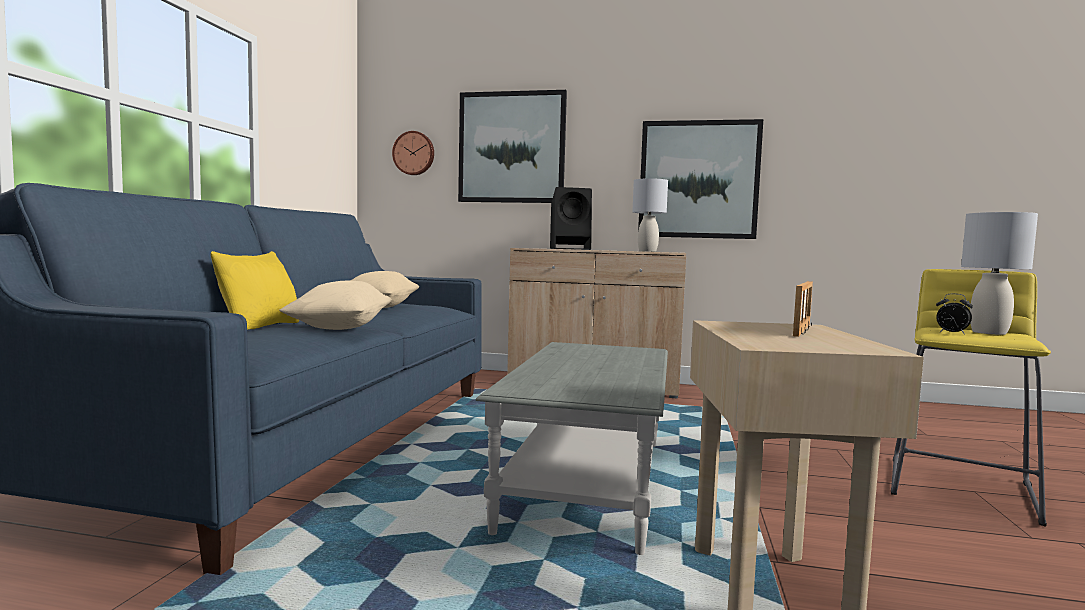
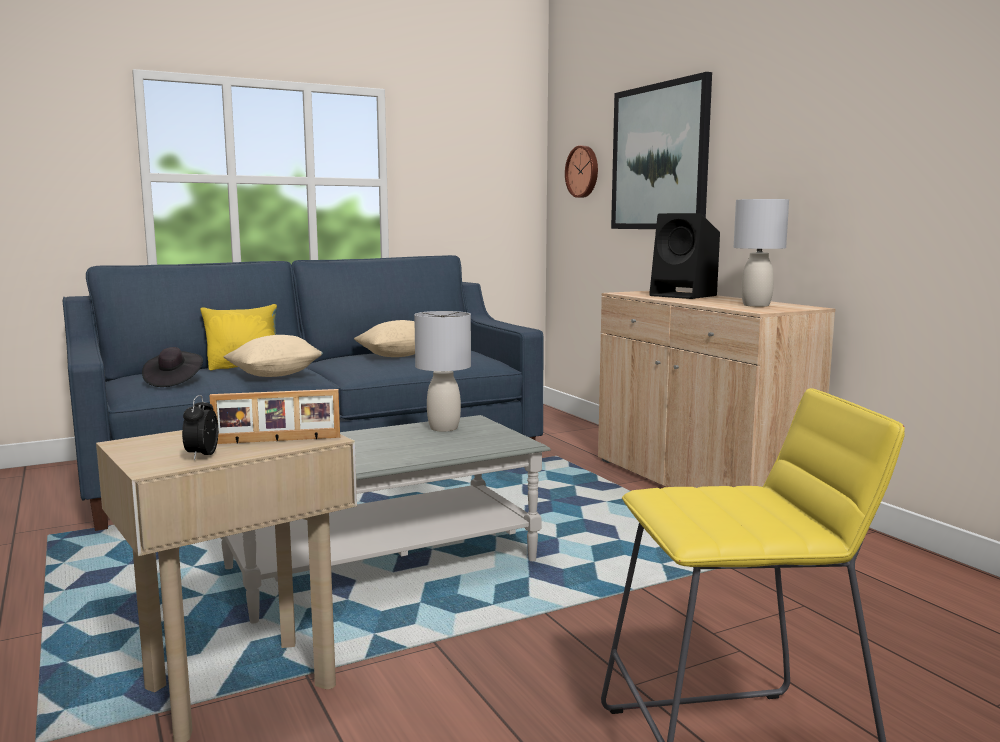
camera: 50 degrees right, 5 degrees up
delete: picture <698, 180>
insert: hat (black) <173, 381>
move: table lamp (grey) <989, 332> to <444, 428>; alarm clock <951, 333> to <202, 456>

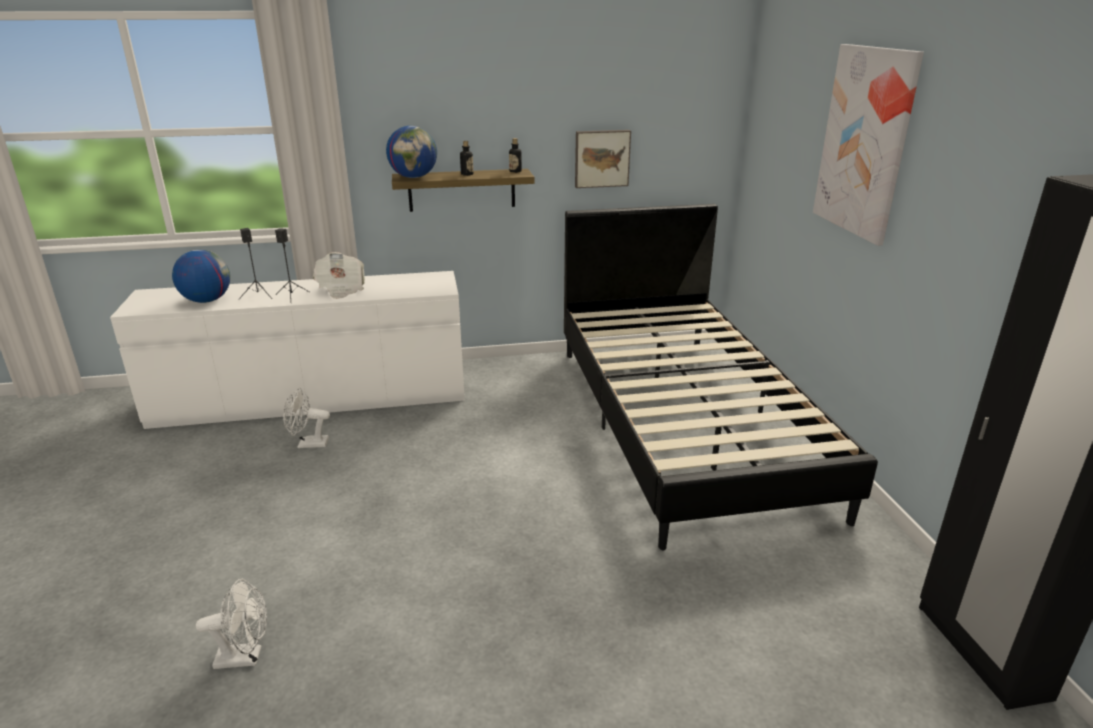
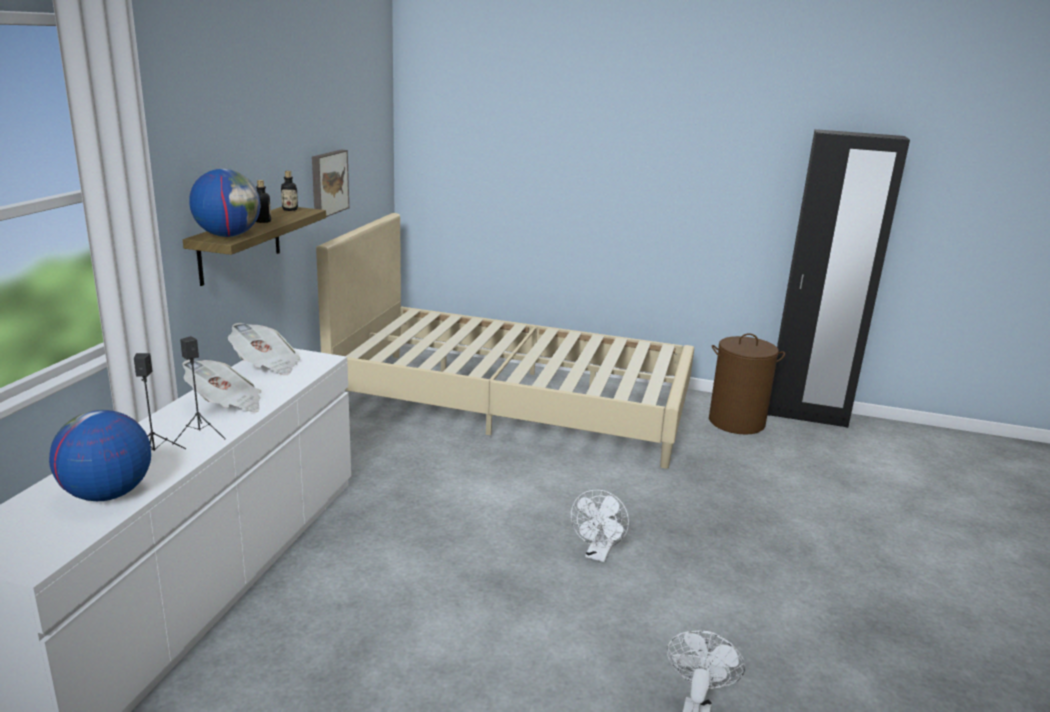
camera: 65 degrees left, 5 degrees down
delete: picture <865, 142>
insert: newspaper <266, 366>; laundry basket (brown) <737, 422>
move: fan (white) <308, 444> to <598, 554>
recolor: bed (black) <683, 423> to bed (beige) <512, 404>

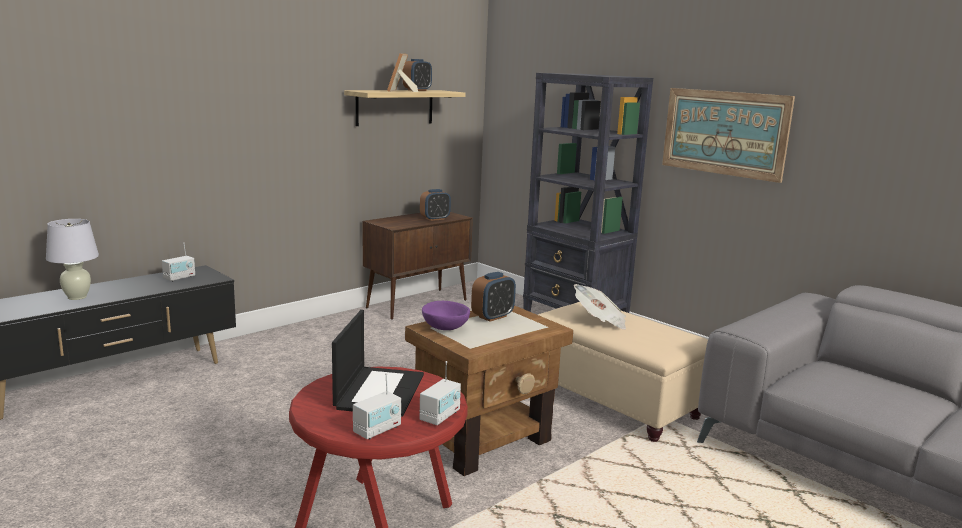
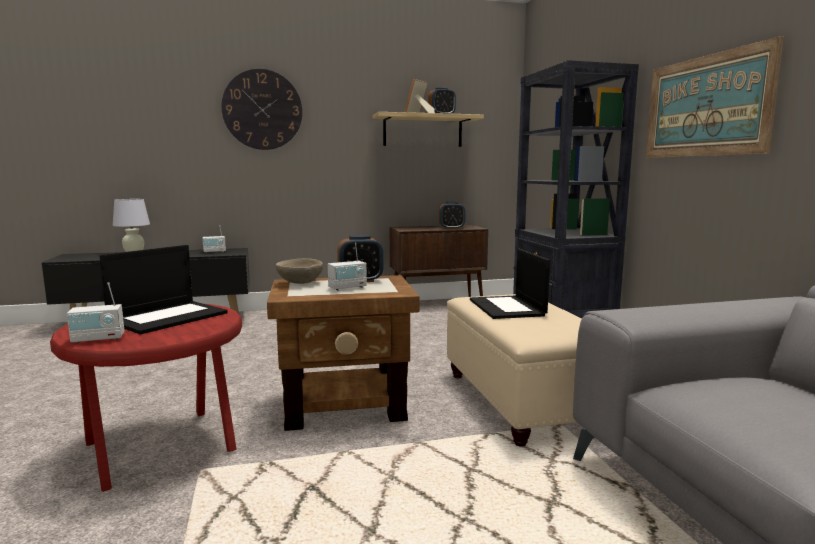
camera: 30 degrees right, 5 degrees down
insert: wall clock <262, 110>
move: radio <440, 416> to <347, 287>
replace: newspaper <600, 321> to laptop <507, 308>
recolor: bowl (purple) <445, 328> to bowl (beige) <299, 282>

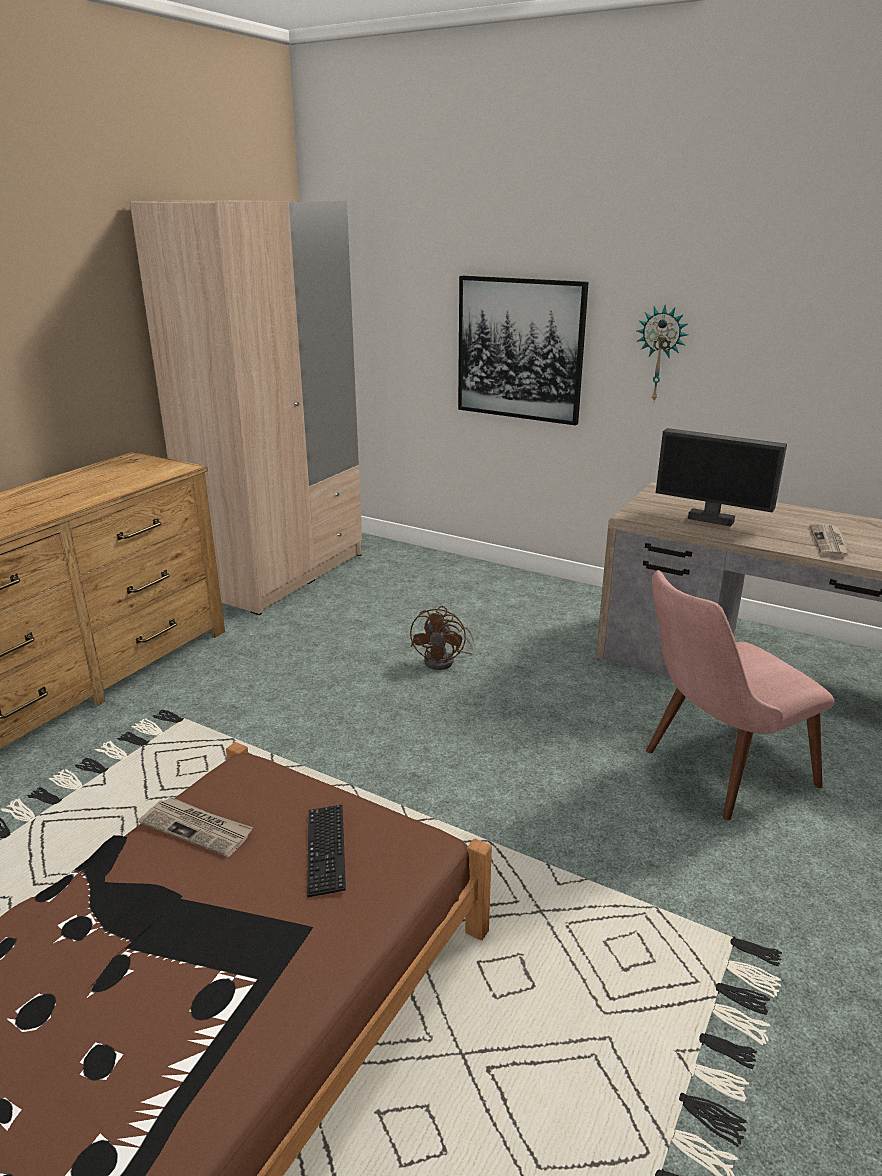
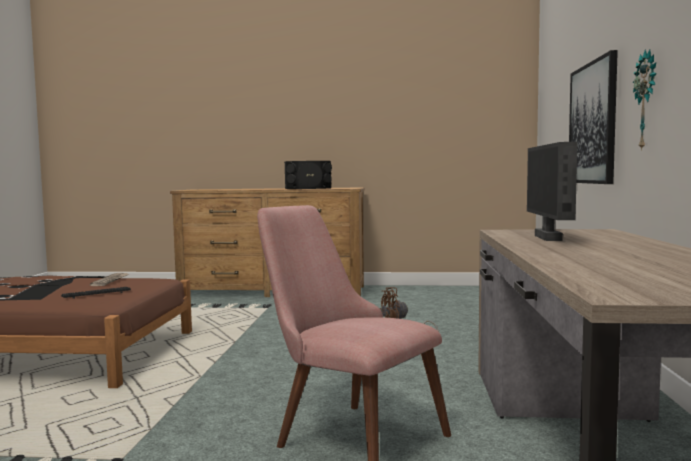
camera: 65 degrees right, 20 degrees down
delete: wardrobe (beige) <280, 573>; newspaper <829, 542>
insert: speaker (black) <308, 188>

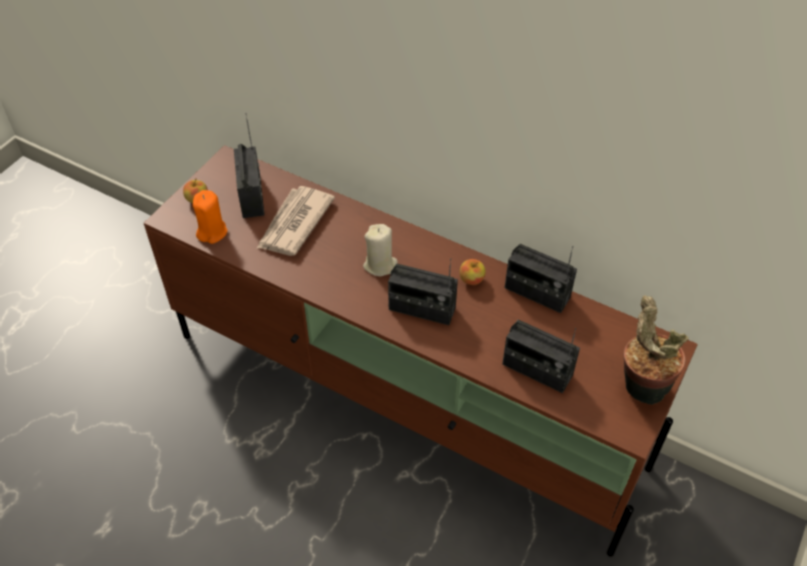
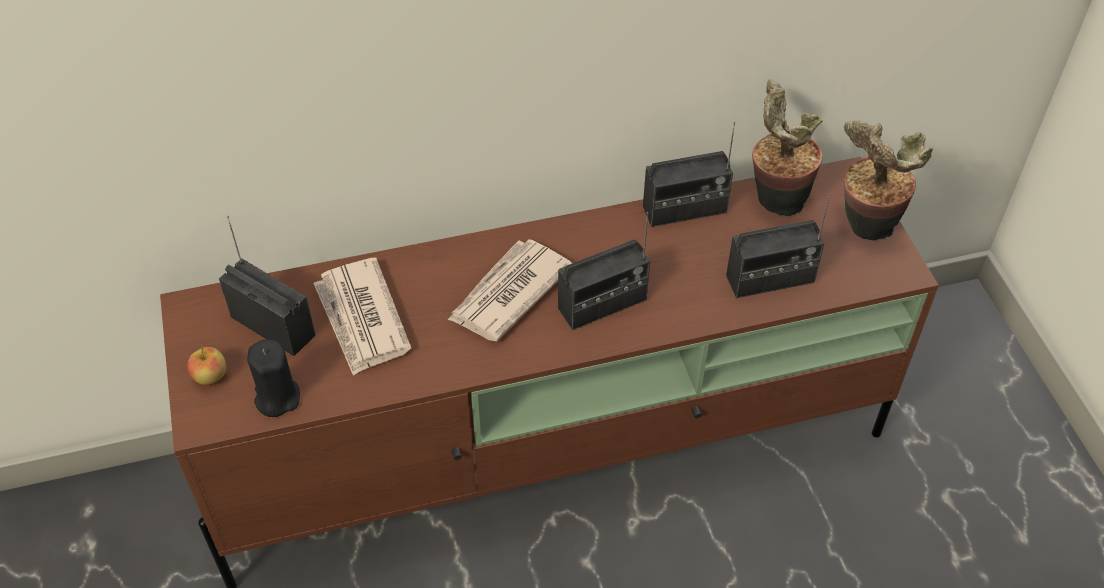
camera: 45 degrees left, 0 degrees up
delete: apple <471, 280>
insert: potted plant <774, 200>
replace: candle (beige) <380, 265> to newspaper <508, 293>
recolor: candle (orange) <212, 232> to candle (black) <277, 397>

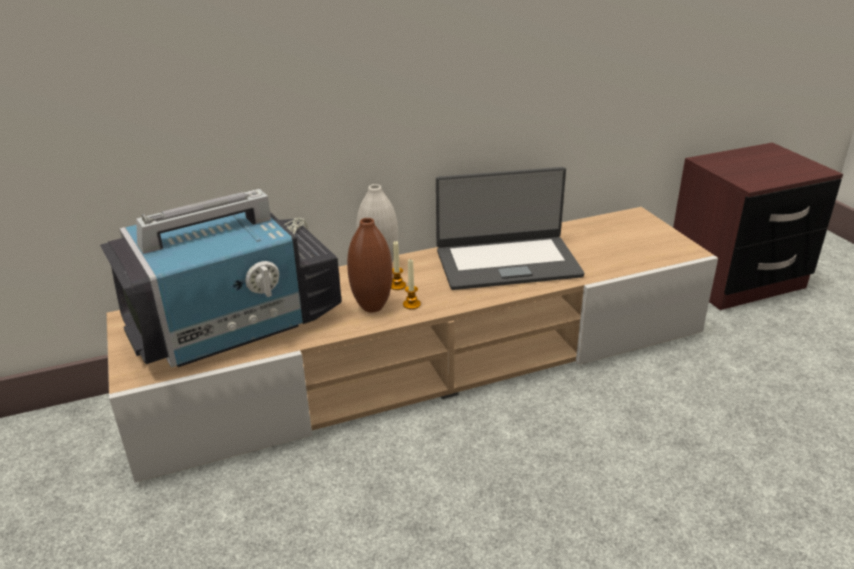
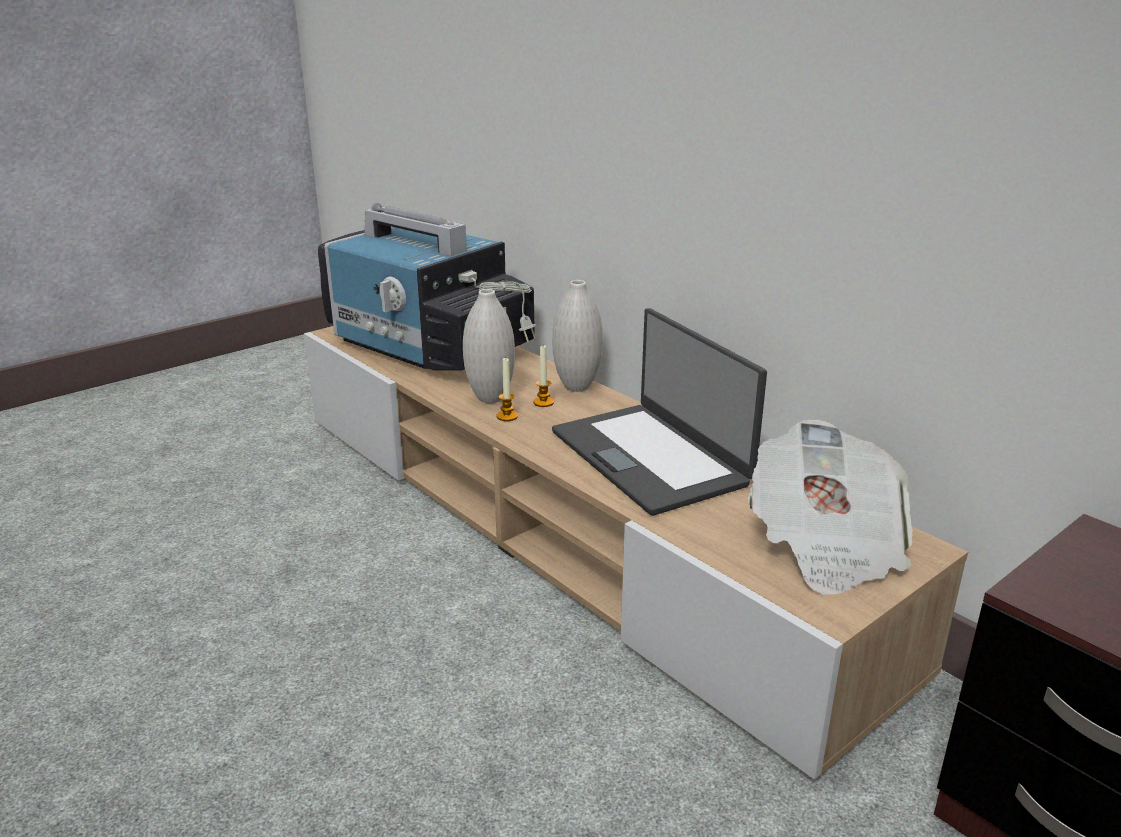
camera: 70 degrees right, 5 degrees down
insert: newspaper <825, 544>
recolor: vase (brown) <372, 307> to vase (white) <490, 398>

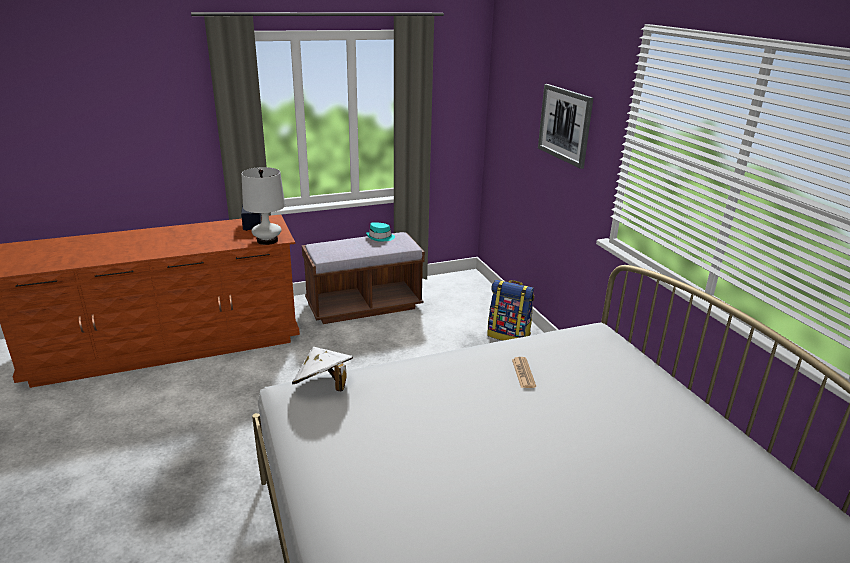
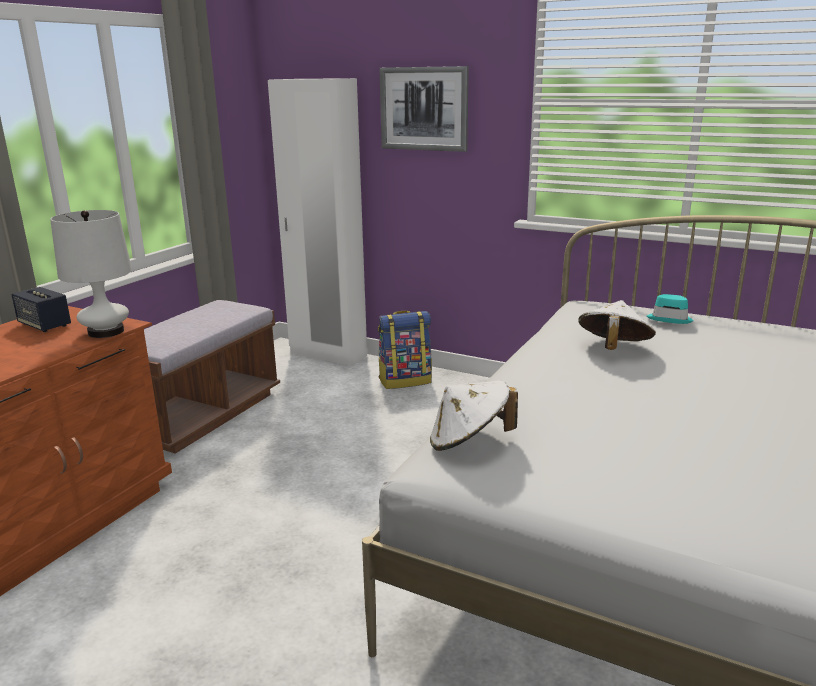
camera: 40 degrees left, 5 degrees down
insert: wardrobe (white) <328, 355>
move: hat (turquoise) <380, 237> to <670, 319>
replace: newspaper <523, 373> to hat (white) <613, 349>

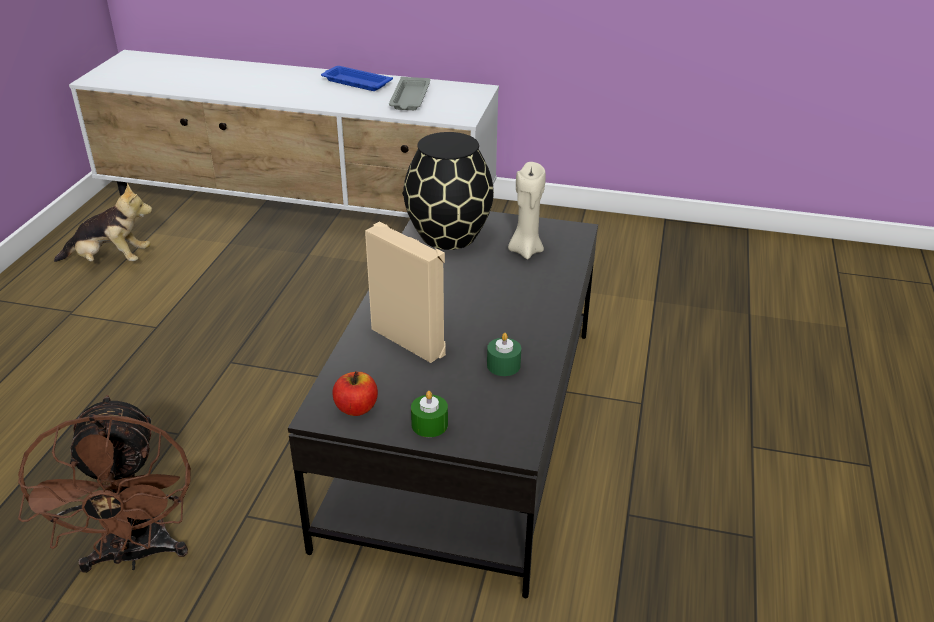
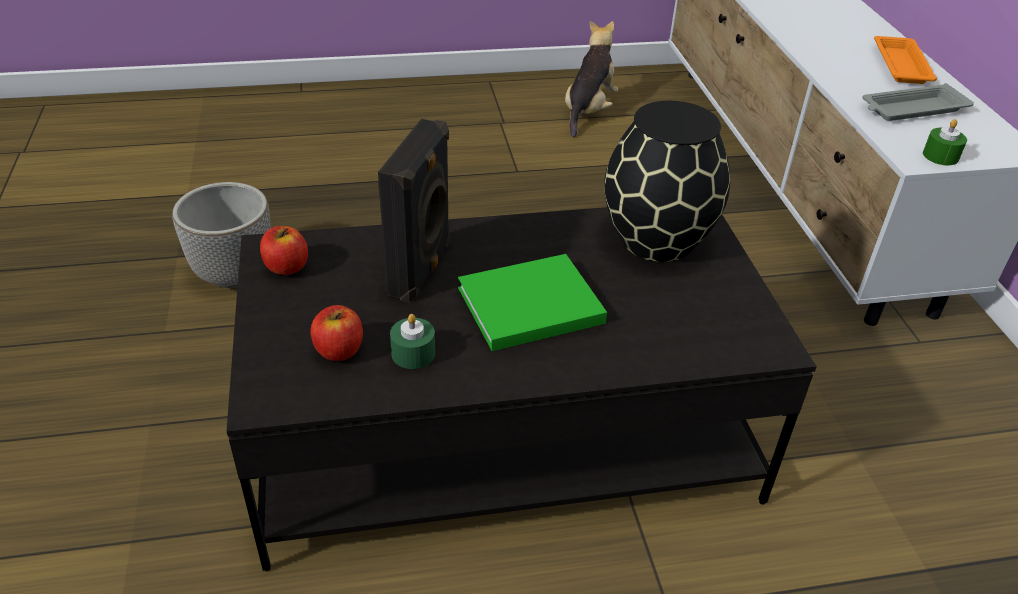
camera: 65 degrees right, 5 degrees up
delete: candle (beige) <525, 250>
insert: book (green) <526, 306>; apple <339, 350>
move: candle (green) <429, 424> to <940, 156>
replace: fan (brown) <135, 555> to planter <235, 274>
recolor: tray (blue) <355, 82> to tray (orange) <900, 64>; speaker (beige) <410, 340> to speaker (black) <422, 269>
rotate: plush toy <110, 260> = <588, 111> 135 degrees counterclockwise

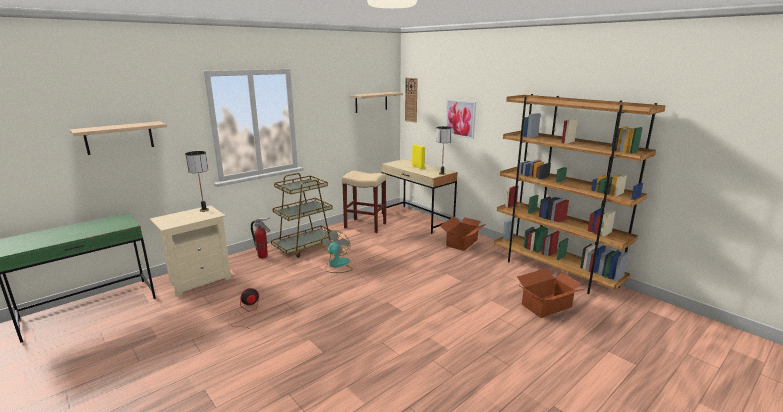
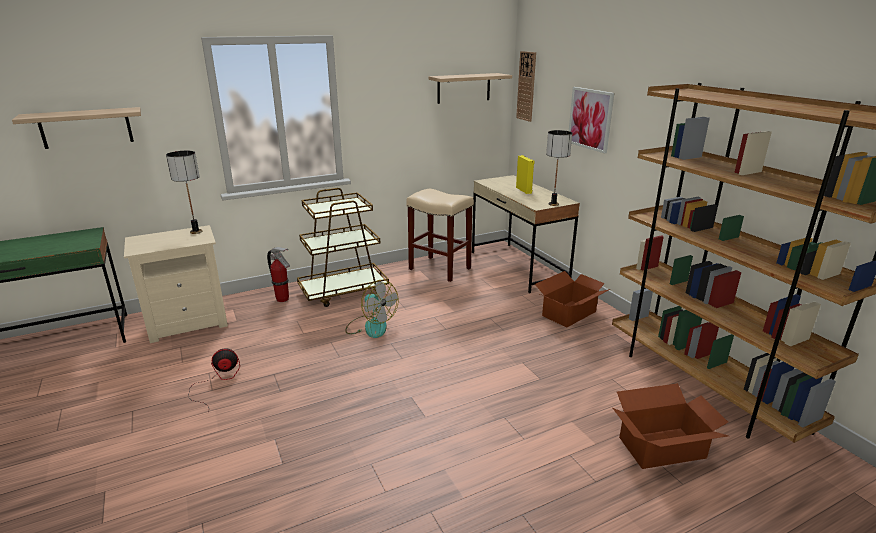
camera: 15 degrees right, 5 degrees up
rotate: fan <337, 265> = <371, 326> 105 degrees clockwise

